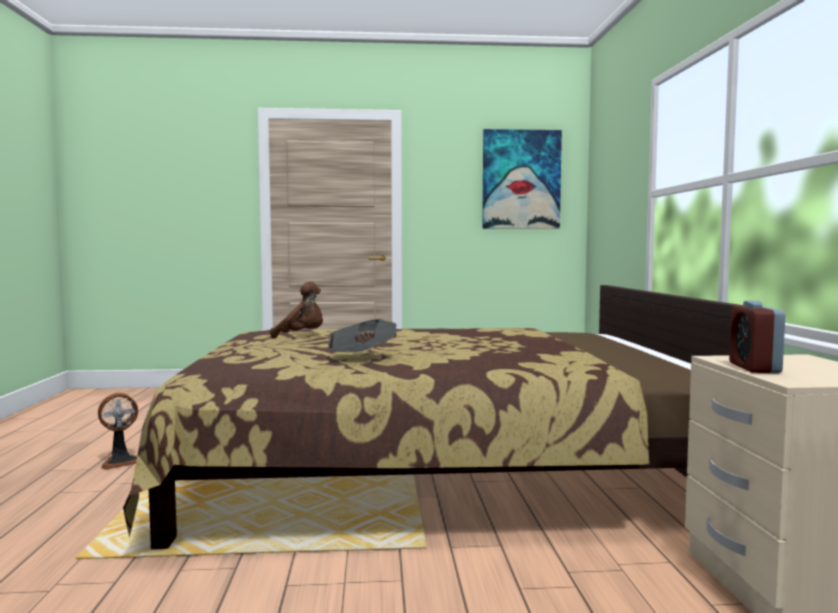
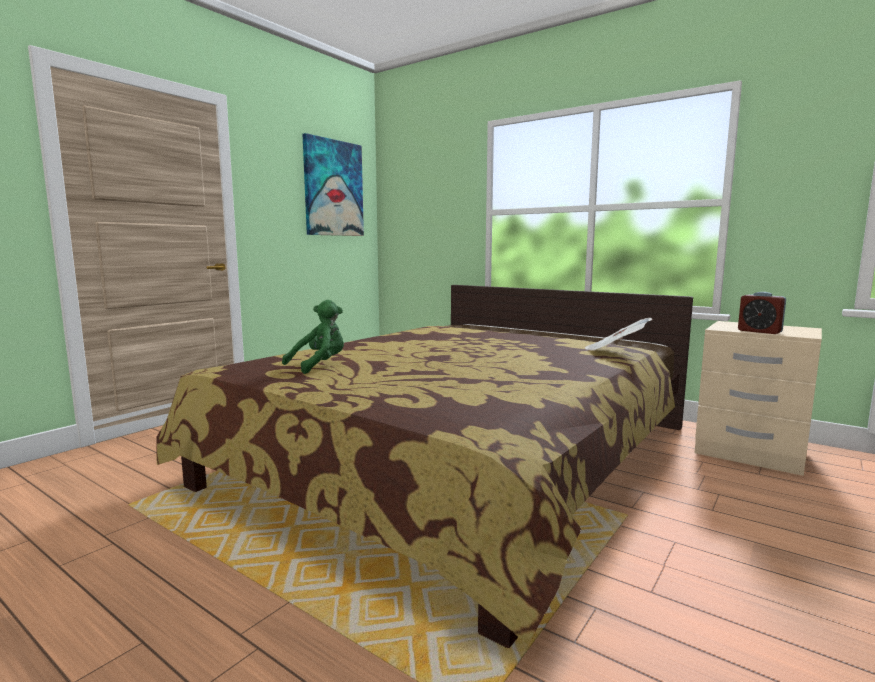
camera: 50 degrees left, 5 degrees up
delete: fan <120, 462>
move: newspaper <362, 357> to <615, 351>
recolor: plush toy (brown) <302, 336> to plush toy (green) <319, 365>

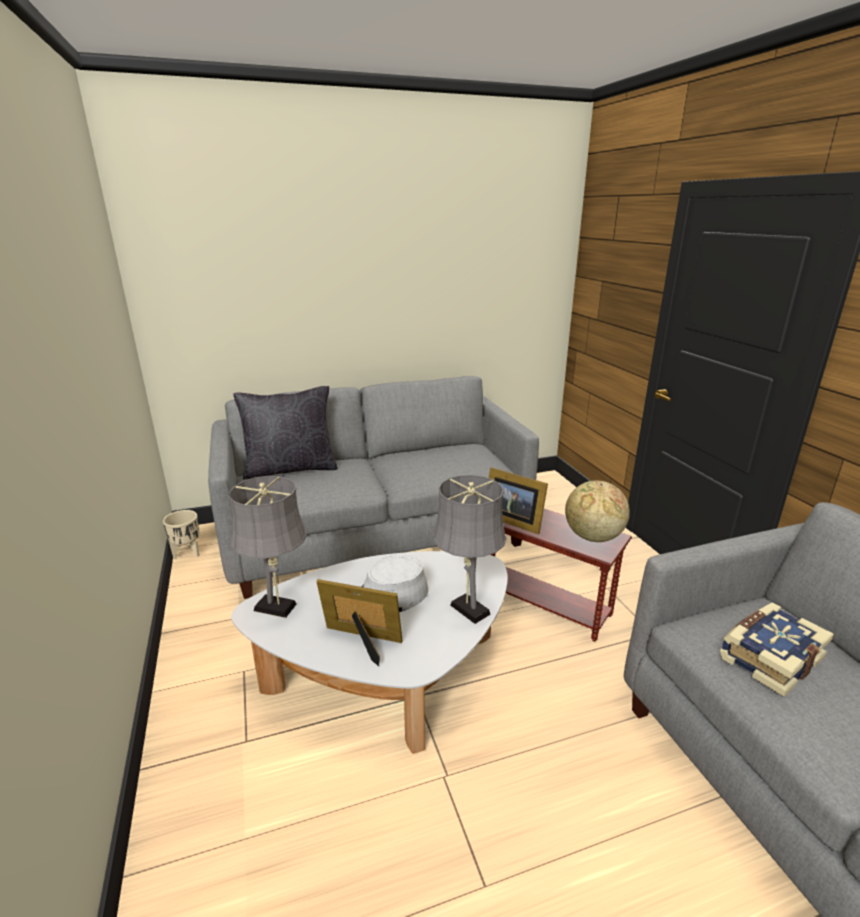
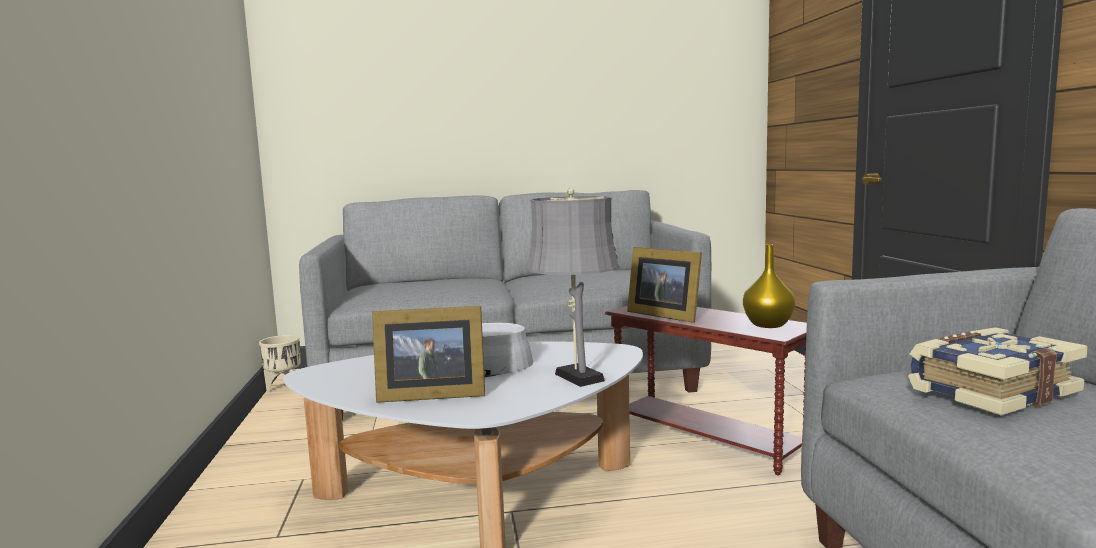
camera: 10 degrees right, 15 degrees down
delete: pillow (black) <290, 469>; table lamp (grey) <278, 608>
replace: globe <592, 537> to vase (yellow) <767, 325>
rotate: picture frame <362, 642> = <428, 394> 150 degrees clockwise

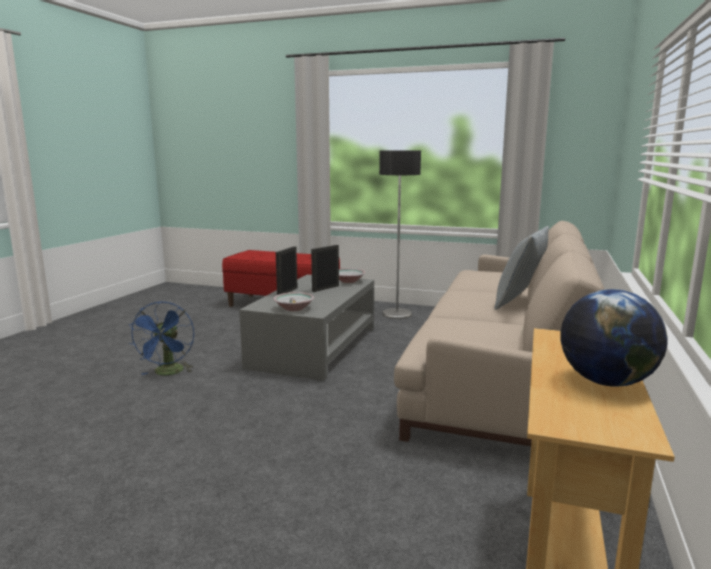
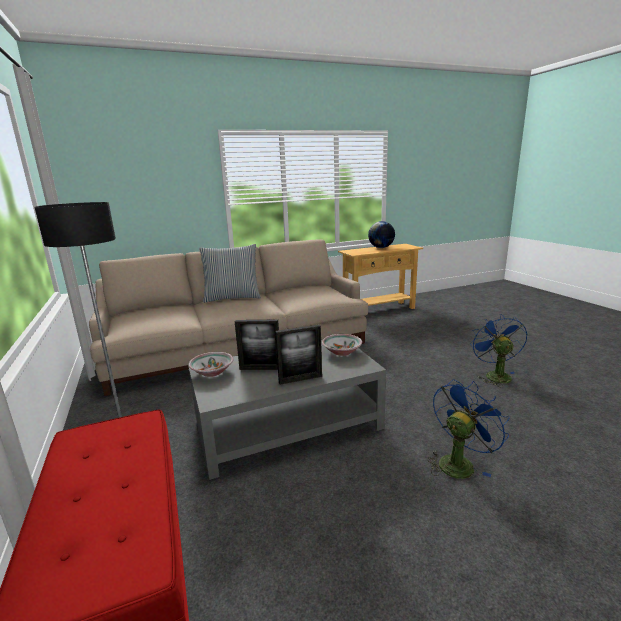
camera: 130 degrees left, 5 degrees up
insert: fan (blue) <494, 375>

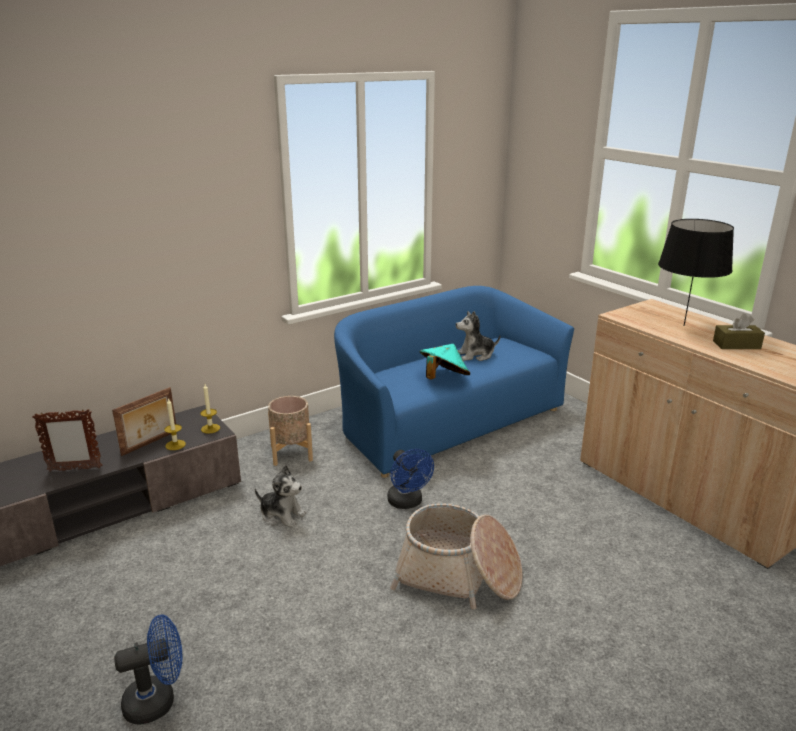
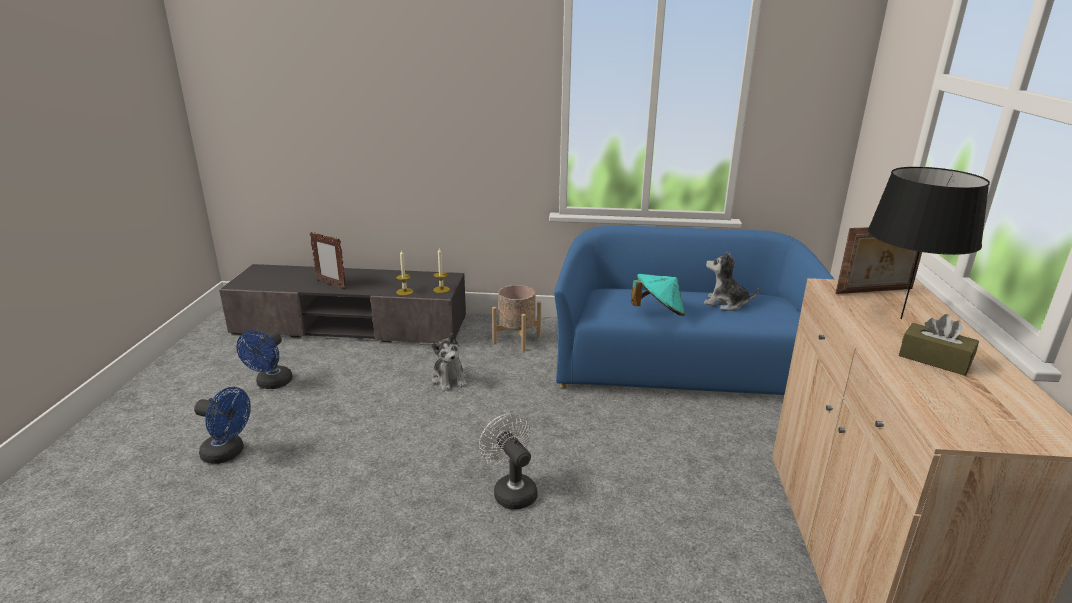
camera: 40 degrees right, 0 degrees up
move: picture frame <150, 443> to <875, 291>; fan (blue) <407, 503> to <271, 384>
replace: basket <458, 575> to fan (white) <511, 491>

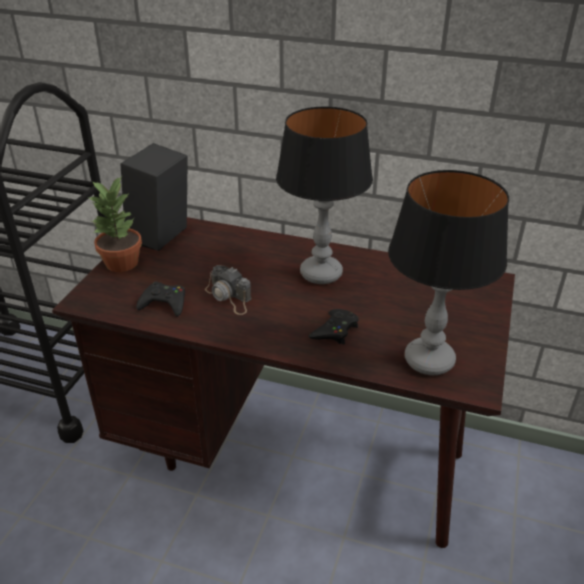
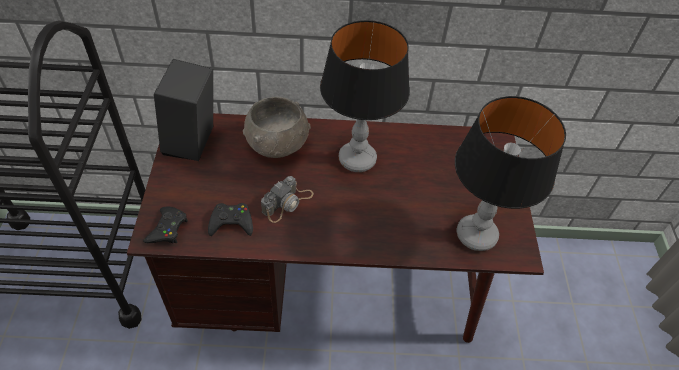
camera: 20 degrees left, 15 degrees up
delete: potted plant <122, 263>
insert: bowl (grey) <278, 144>
move: game controller (black) <335, 331> to <167, 229>
rotate: photo camera <229, 297> = <287, 203> 75 degrees counterclockwise

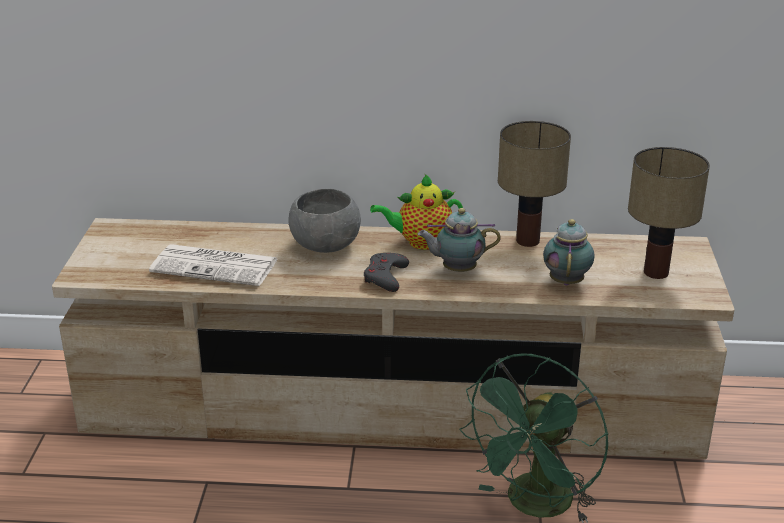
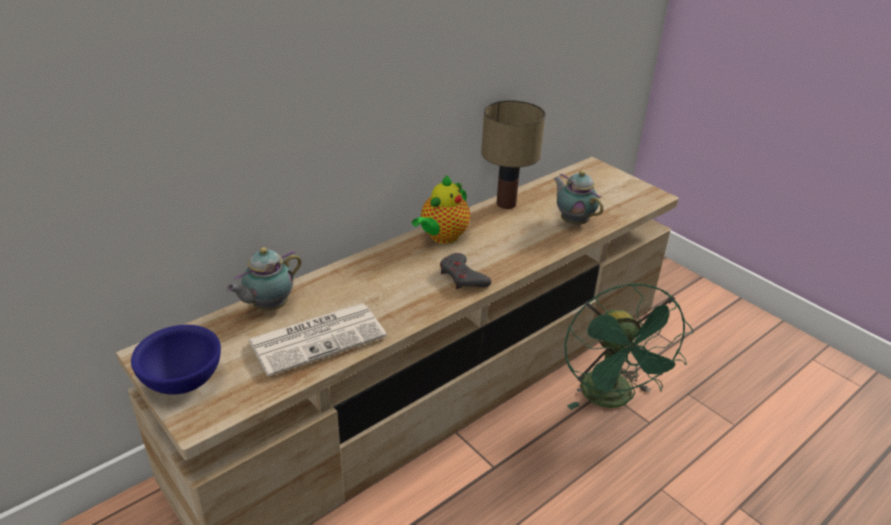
camera: 45 degrees left, 5 degrees up
delete: table lamp <655, 272>; bowl (grey) <326, 244>
insert: bowl (blue) <182, 382>
move: teapot <456, 270> to <268, 307>

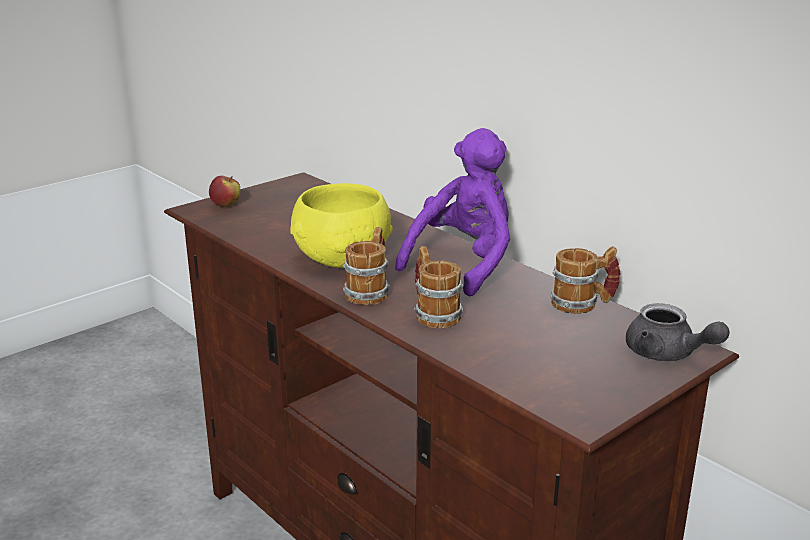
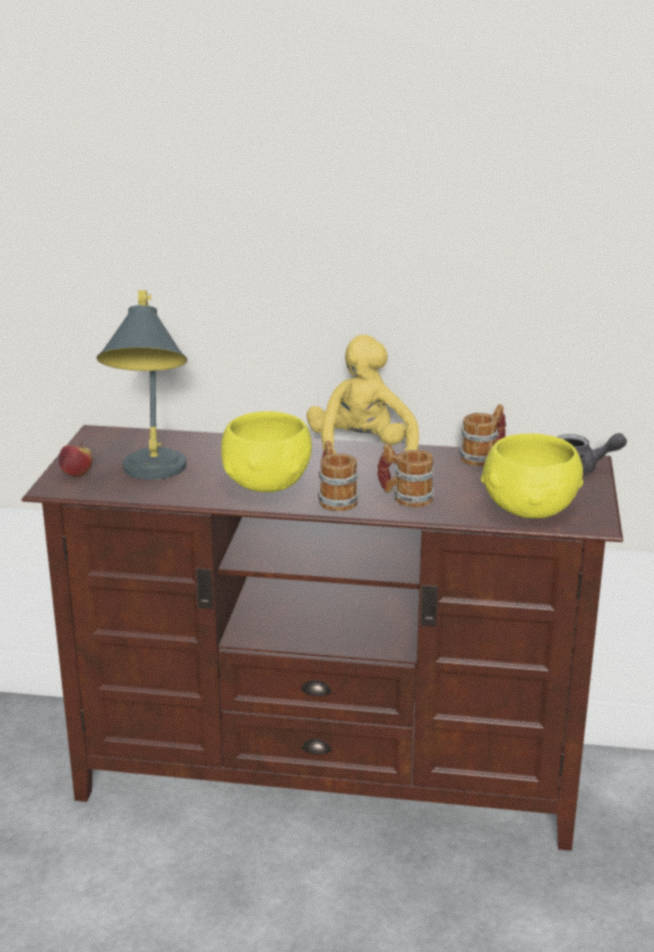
camera: 40 degrees left, 0 degrees up
insert: table lamp (grey) <151, 477>; bowl (yellow) <530, 509>
recolor: plush toy (purple) <464, 264> to plush toy (yellow) <361, 457>

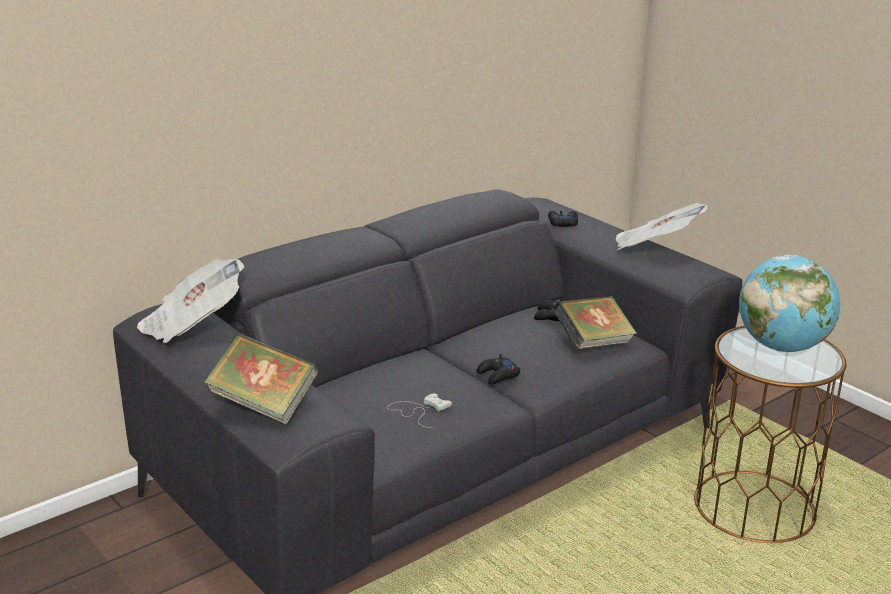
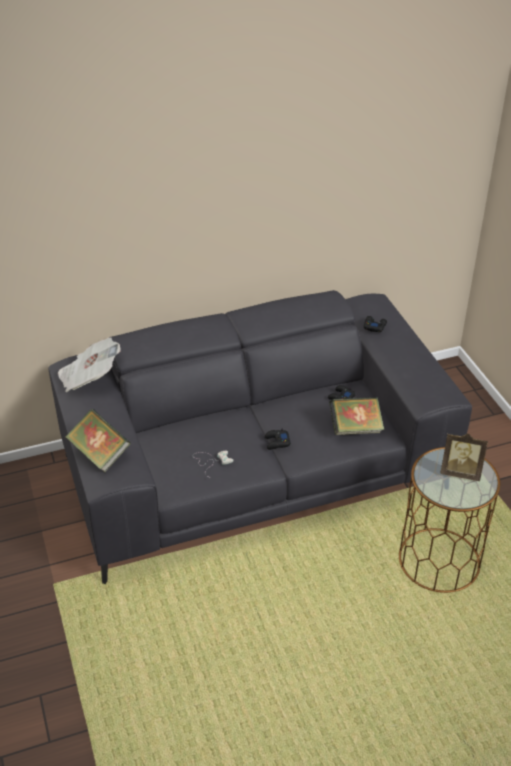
camera: 20 degrees right, 15 degrees up
delete: newspaper <655, 248>
replace: globe <781, 347> to picture frame <460, 472>

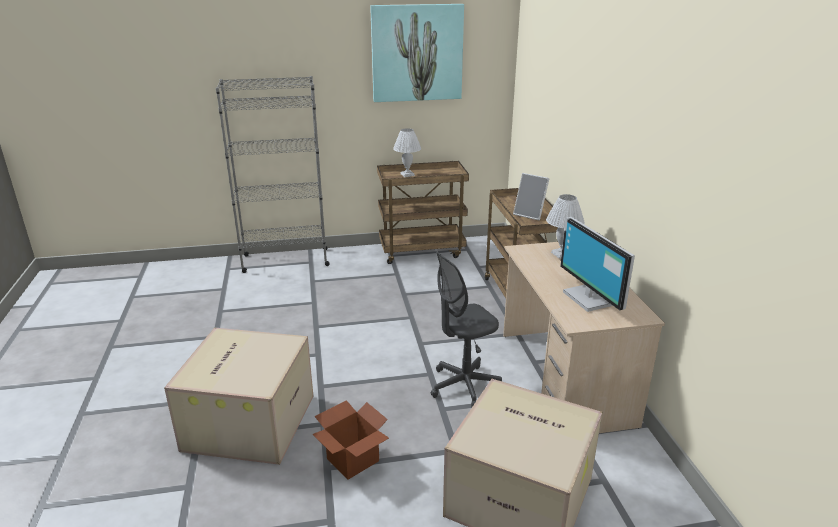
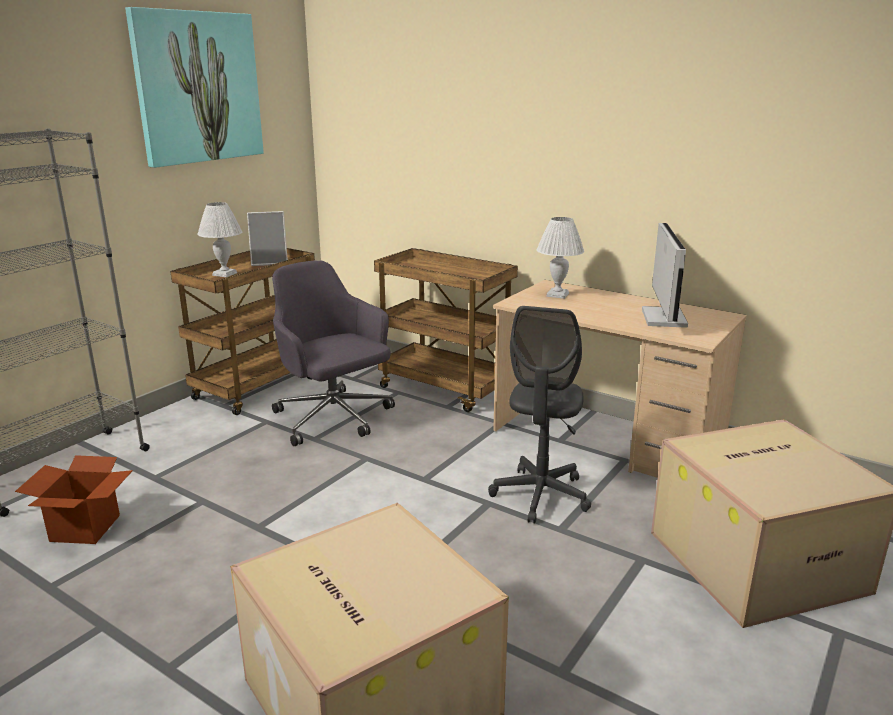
camera: 45 degrees left, 5 degrees down
insert: office chair (grey) <334, 418>
move: picture frame <530, 214> to <270, 262>; cardboard box <353, 459> to <85, 528>
rotate: monitor <589, 298> = <661, 318> 105 degrees counterclockwise

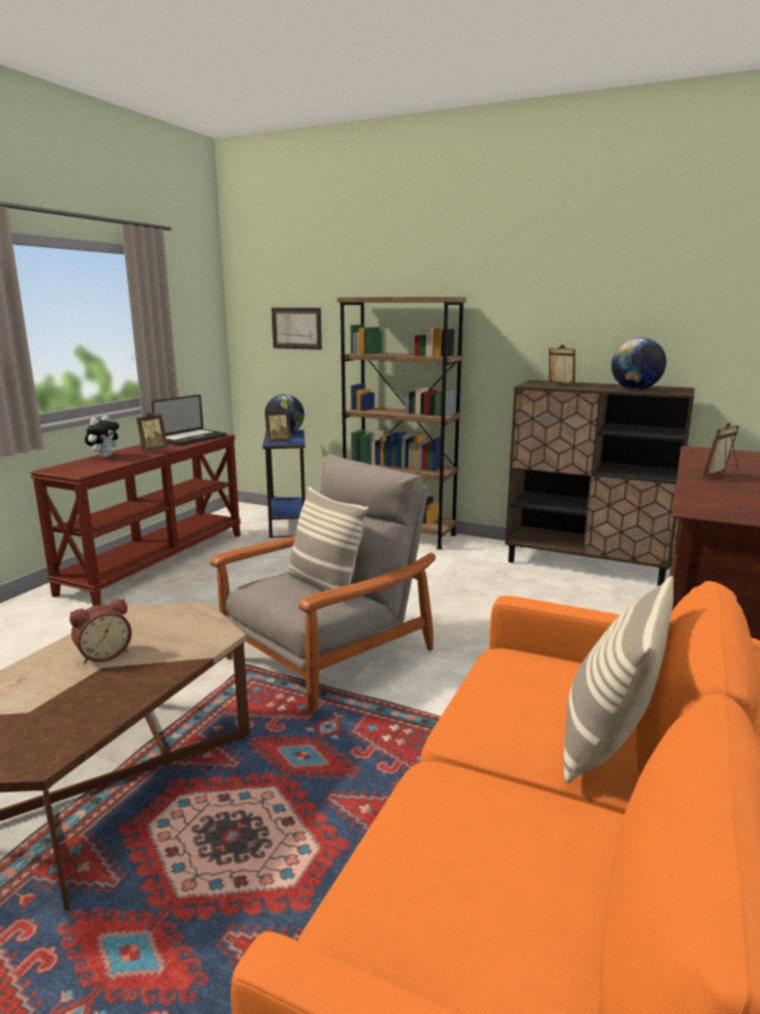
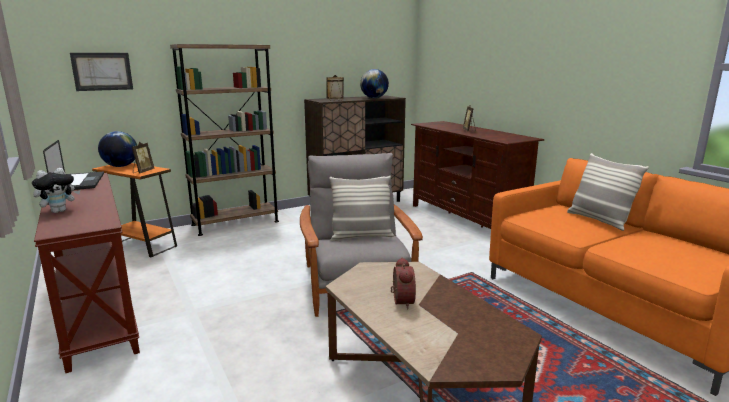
camera: 55 degrees left, 0 degrees up
delete: picture frame <152, 450>
recolor: side table (blue) <288, 525> to side table (orange) <142, 246>
rotate: plush toy <105, 456> = <59, 211> 75 degrees clockwise

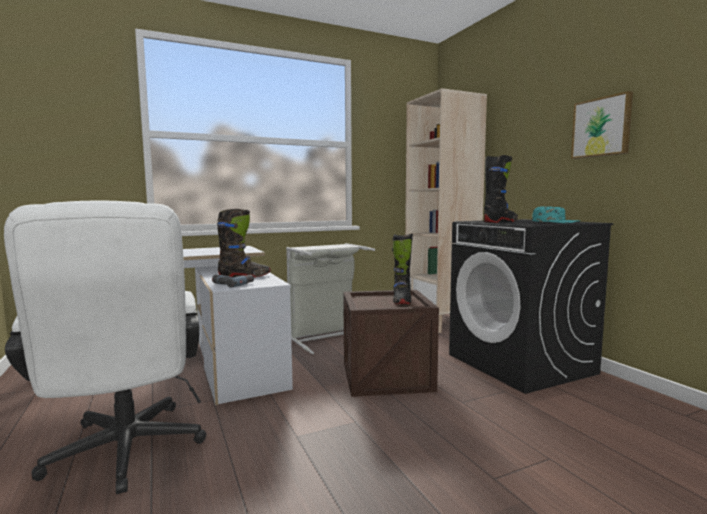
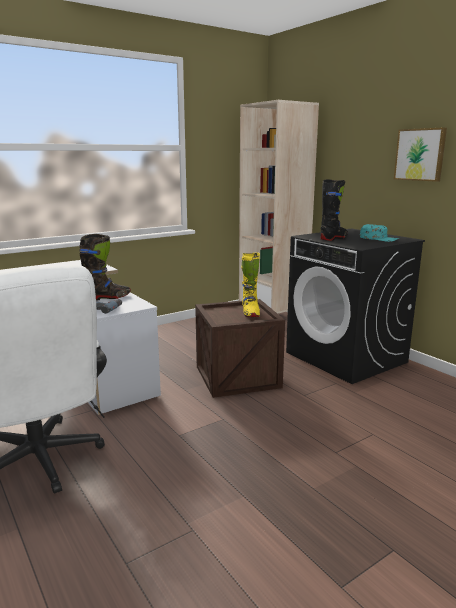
camera: 10 degrees left, 10 degrees up
delete: laundry basket (grey) <327, 338>
recolor: boot (black) <401, 301> to boot (yellow) <250, 313>

